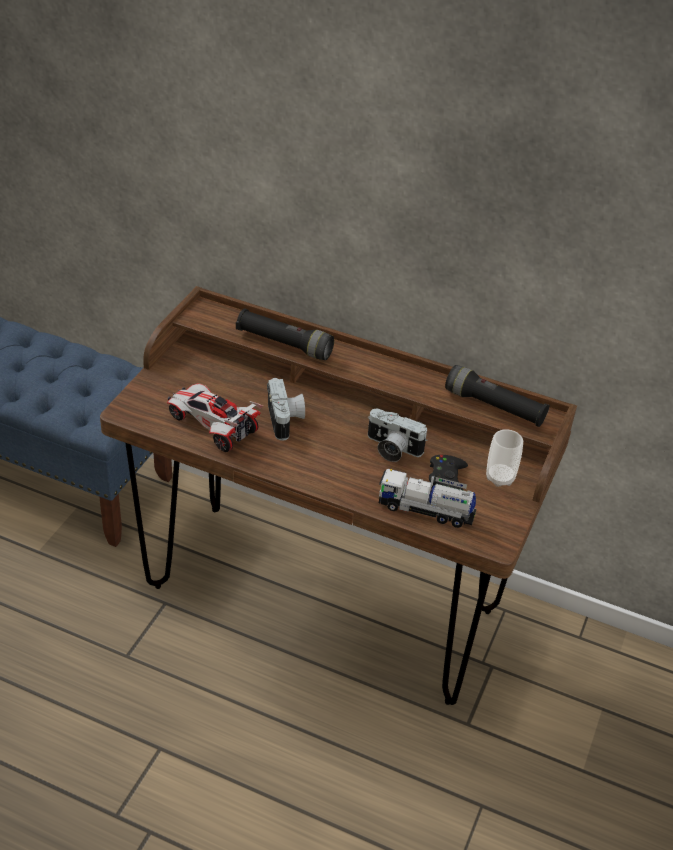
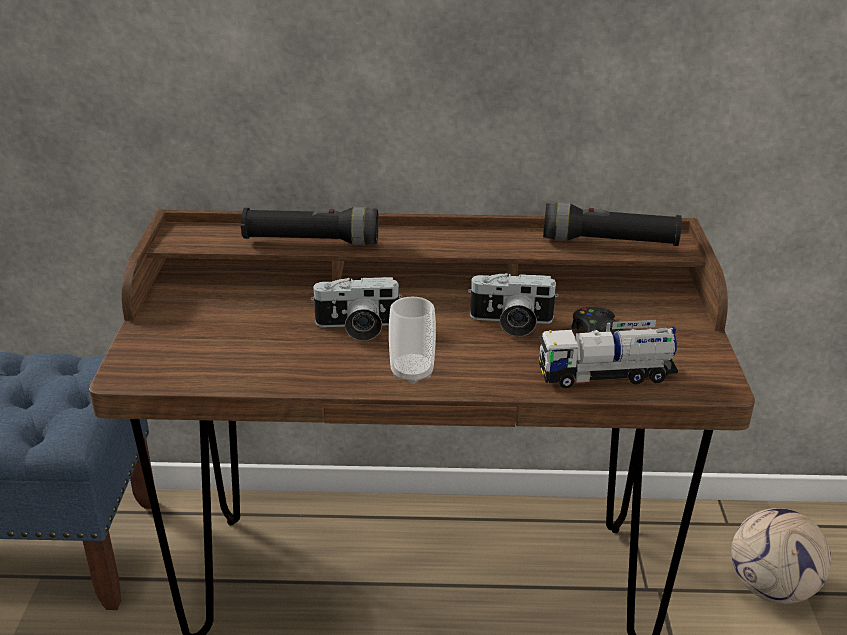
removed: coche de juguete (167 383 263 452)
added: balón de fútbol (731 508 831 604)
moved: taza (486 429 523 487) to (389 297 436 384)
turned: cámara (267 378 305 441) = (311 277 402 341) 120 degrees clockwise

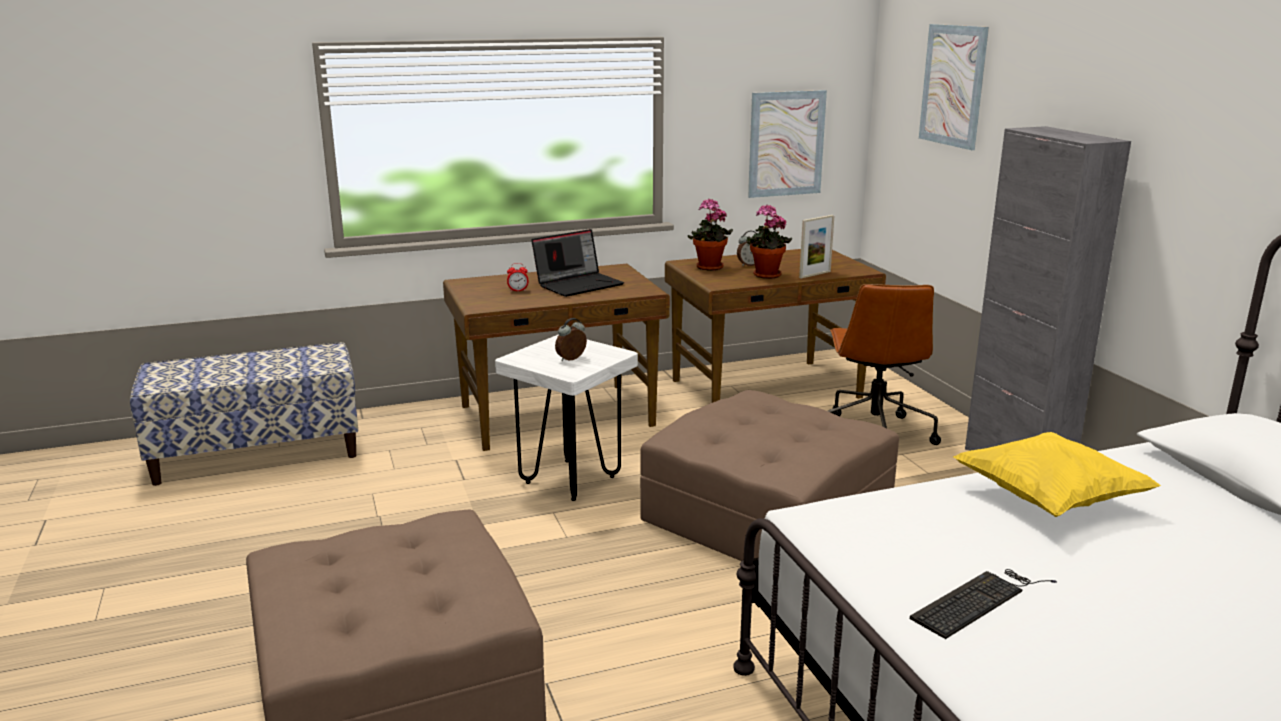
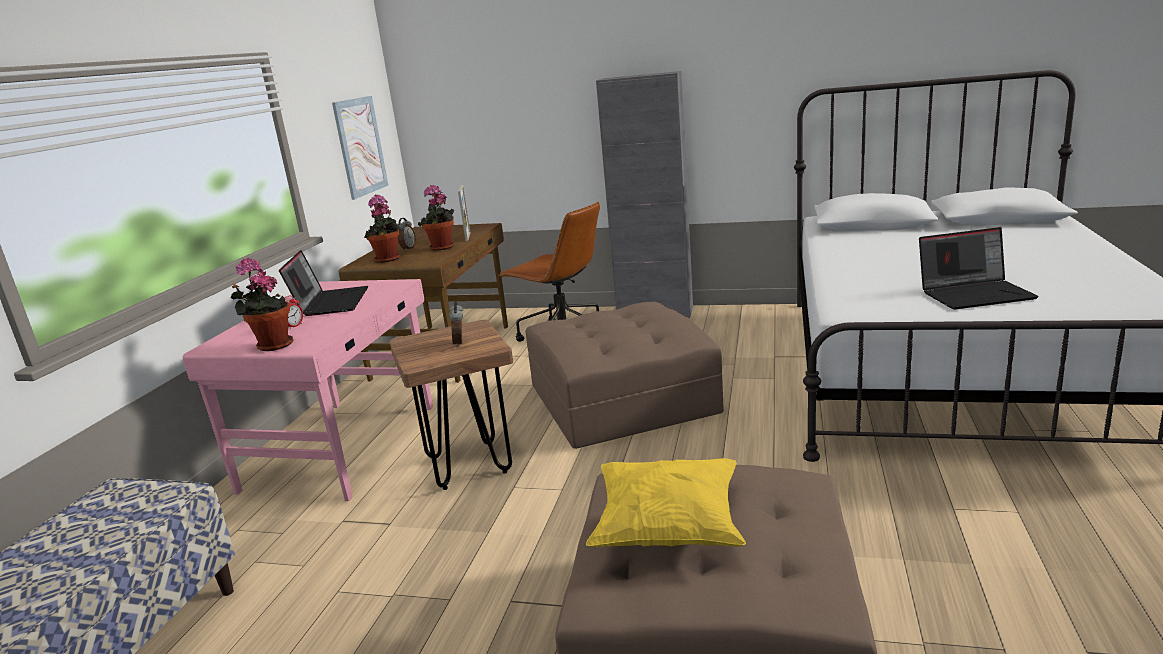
removed: cuadro (919 24 989 150)
added: planta en maceta (230 258 293 351)
moved: cojín (amarillo) (953 432 1161 517) to (586 458 746 547)
replaced: teclado (910 569 1057 639) to portátil (919 227 1039 310)
recoloured: escritorio (marrón) (443 264 670 451) to escritorio (rosa) (183 279 433 501); taburete (blanco) (495 334 638 501) to taburete (marrón) (390 319 513 490)

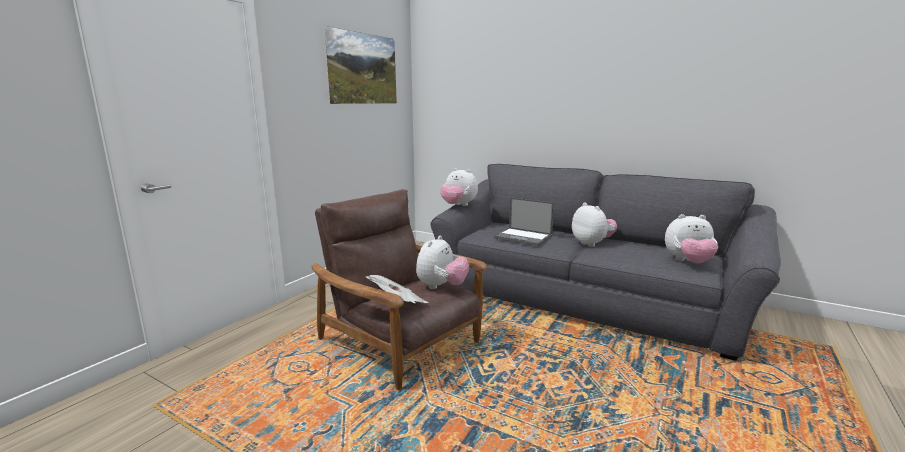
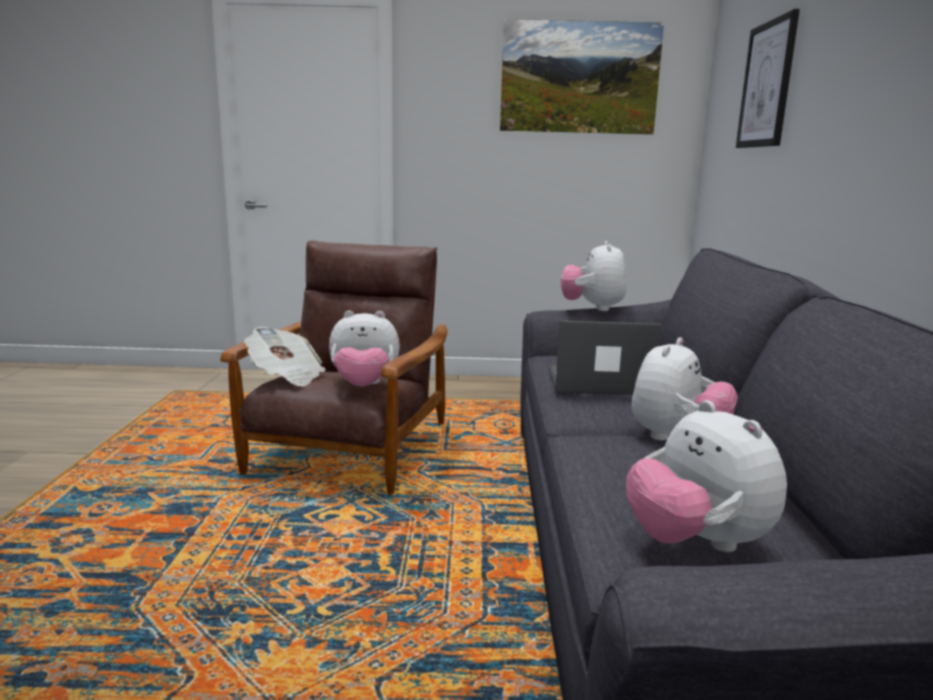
added: cuadro (736 9 800 148)
turned: portátil (494 197 554 246) = (549 321 662 395) 90 degrees clockwise

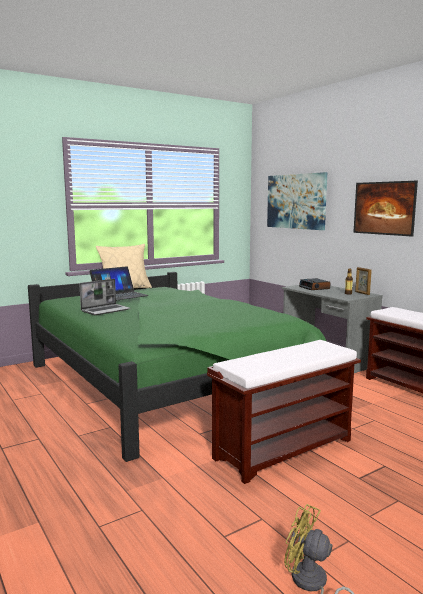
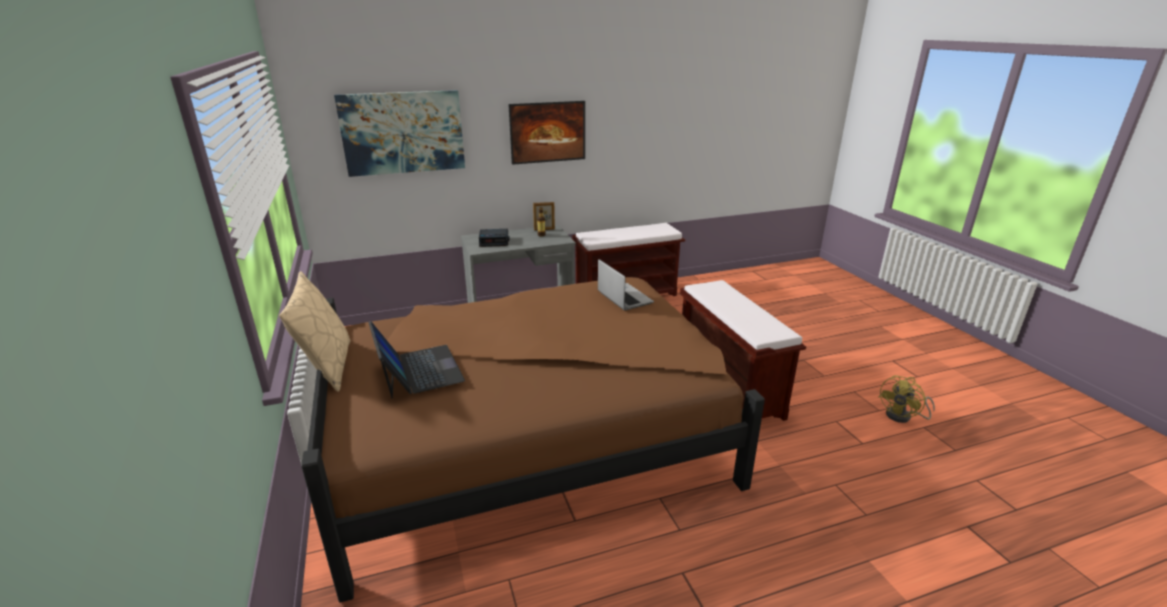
moved: portátil (79 279 130 315) to (598 259 654 311)
recoloured: cama (verde) (28 272 326 462) to cama (marrón) (301 277 765 603)

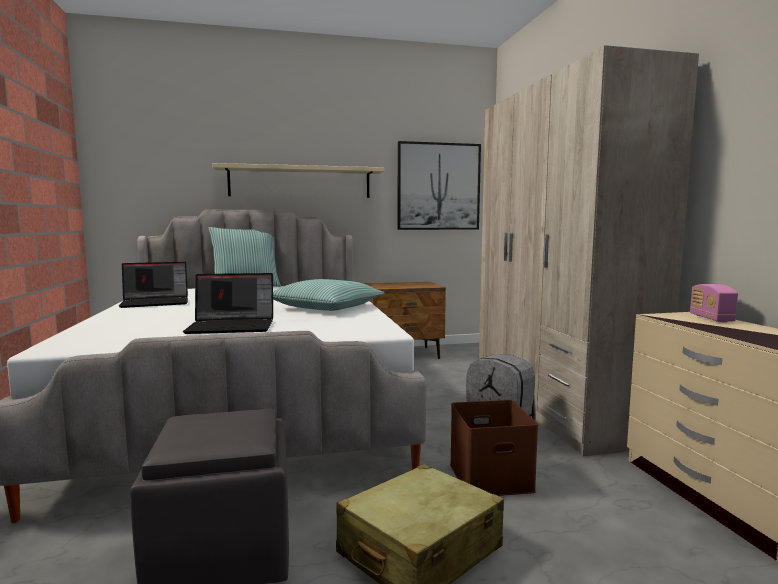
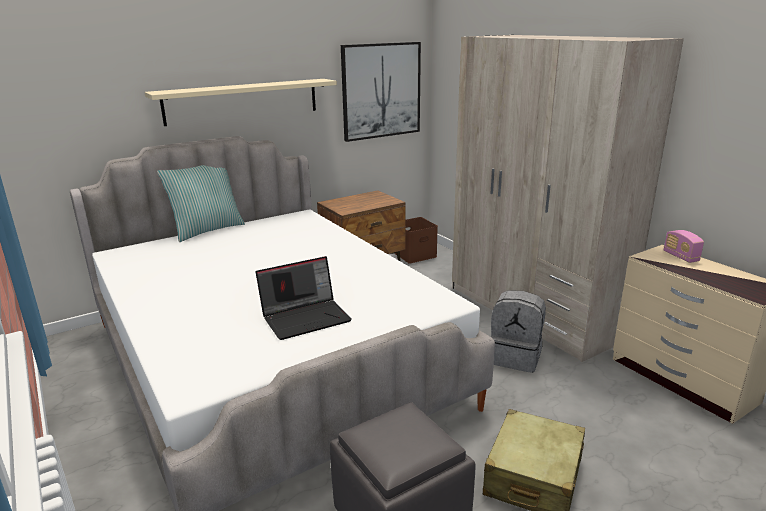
removed: portátil (119 262 188 308); cojín (273 279 384 311)
moved: caja de almacenaje (marrón) (450 400 538 496) to (394 217 438 264)

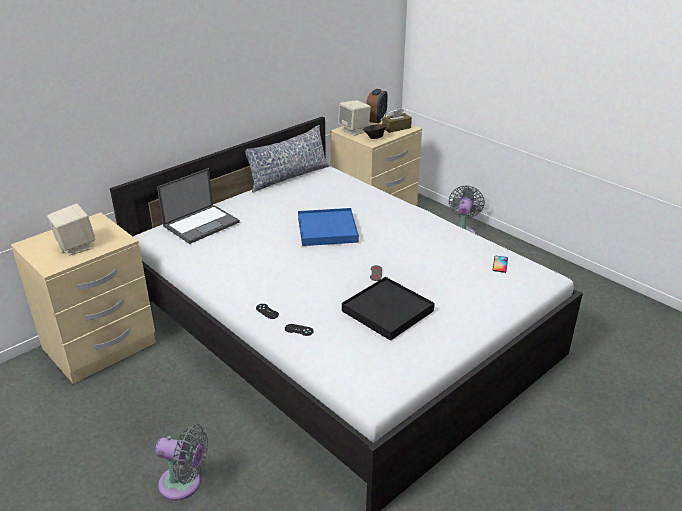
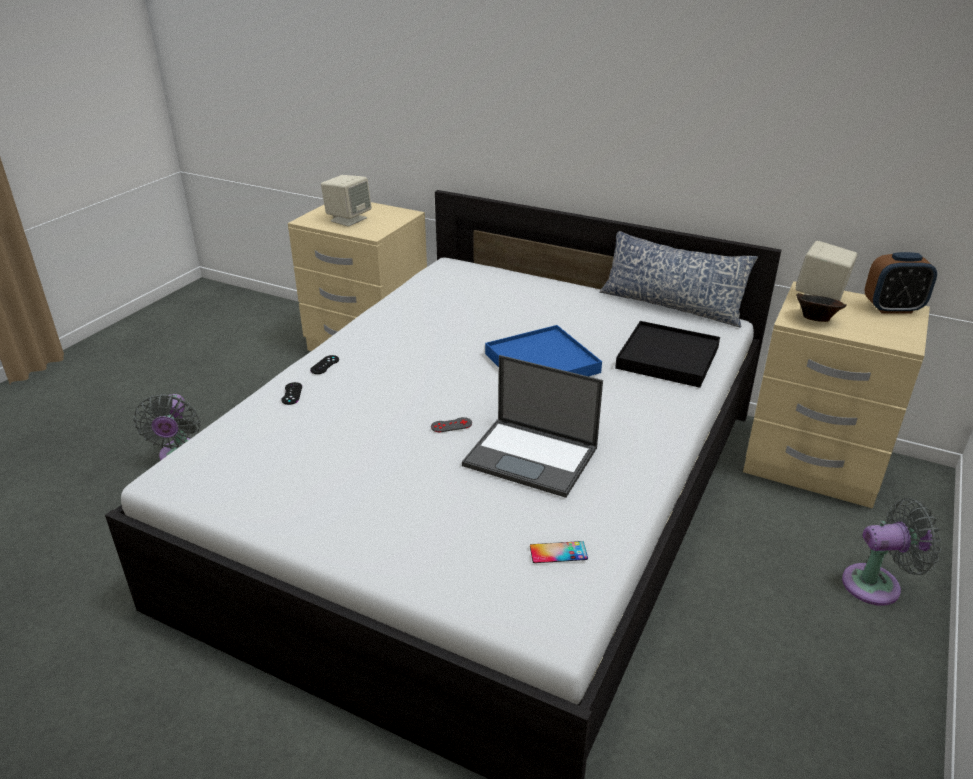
removed: caja de pañuelos (marrón) (382 107 412 133)
moved: portátil (157 168 240 244) to (462 355 603 498); bandeja (negro) (342 277 435 341) to (615 321 720 388)

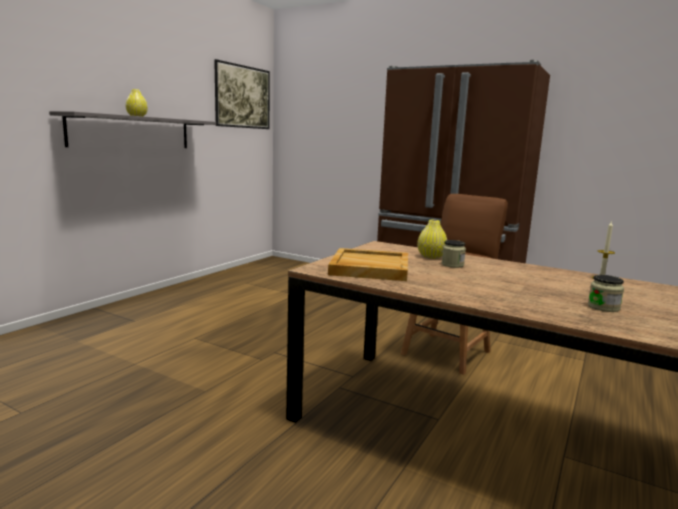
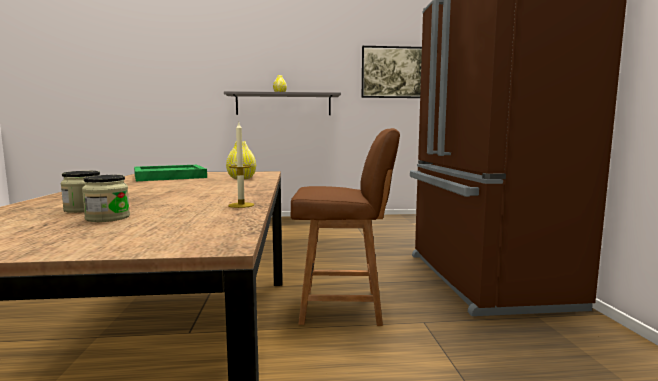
moved: tarro (442 240 466 268) to (82 175 130 222)
recoloured: bandeja (beis) (328 248 408 281) to bandeja (verde) (134 165 207 181)

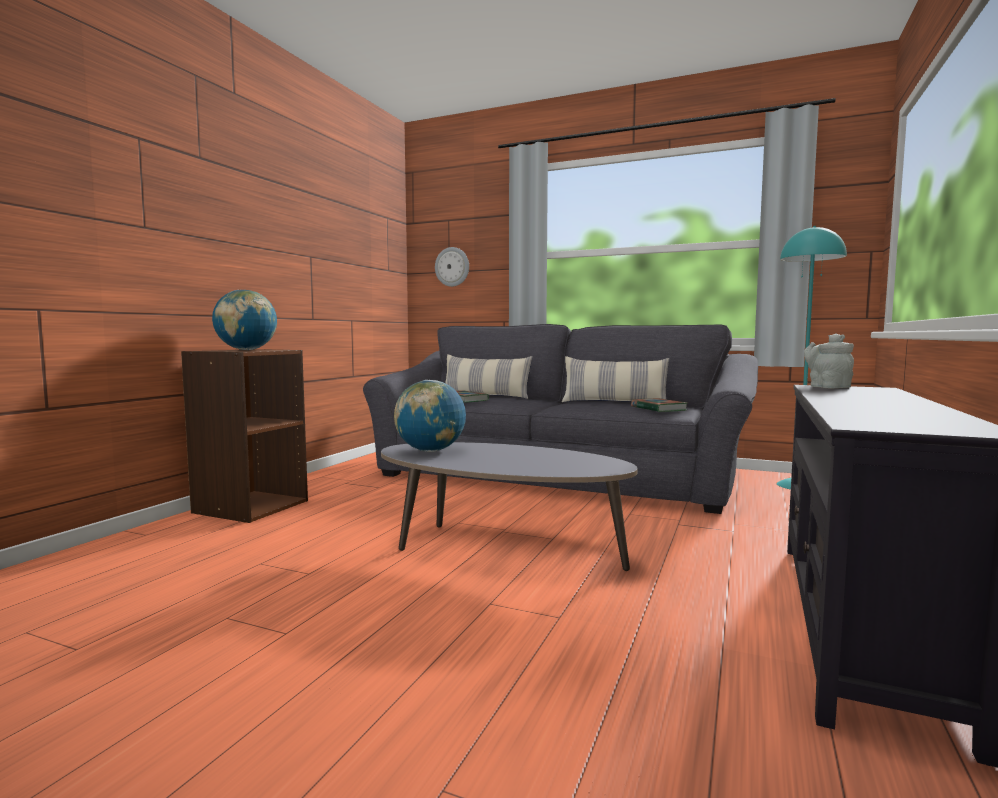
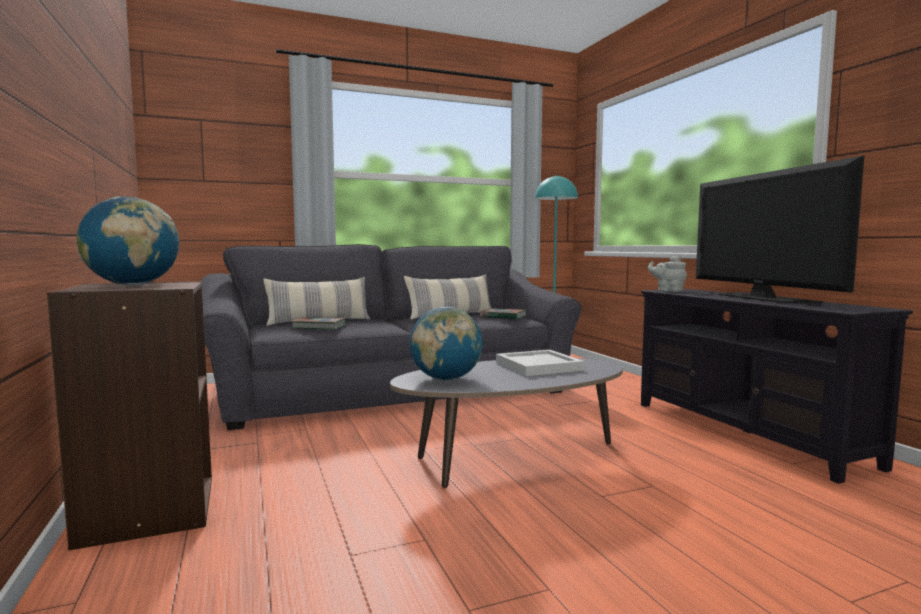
removed: reloj de pared (435 247 469 287)
added: bandeja (blanco) (496 350 584 376); televisor (696 156 864 303)

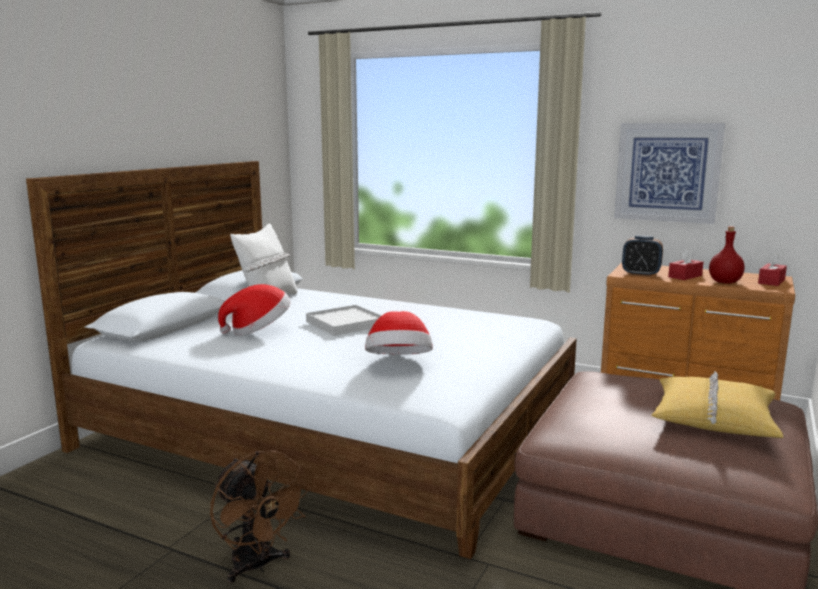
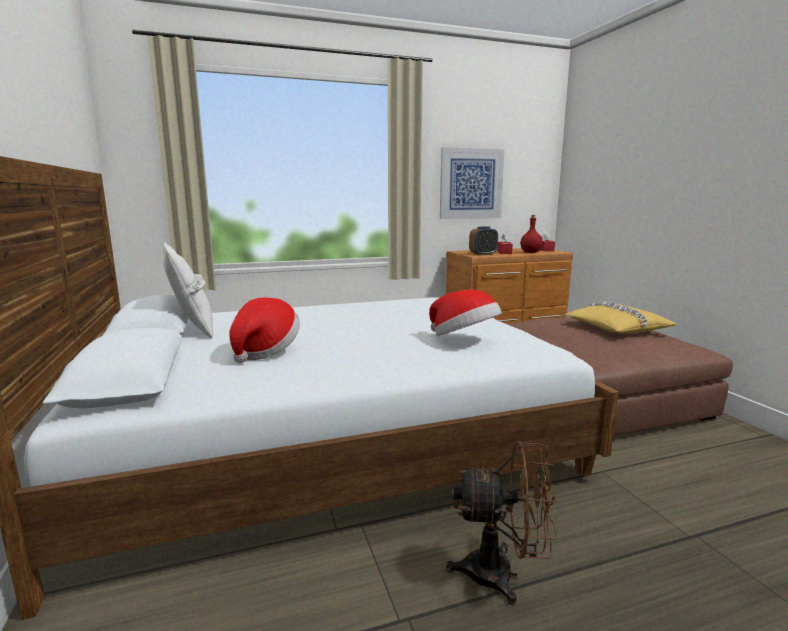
removed: bandeja (blanco) (306 305 382 336)

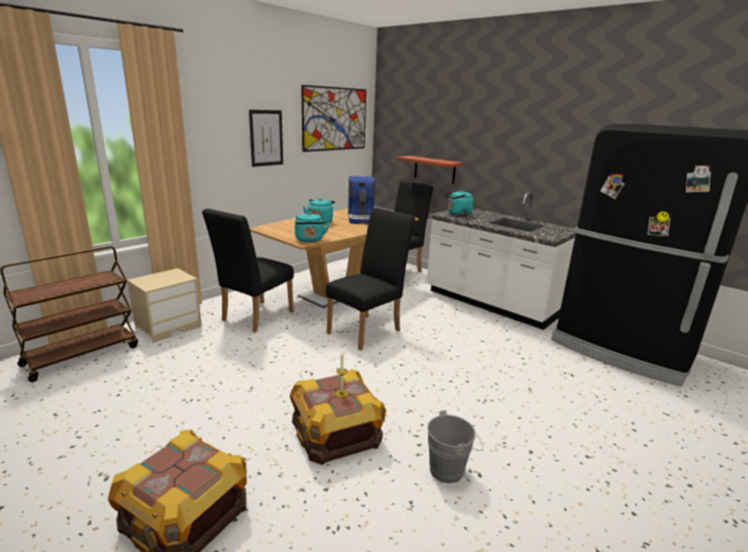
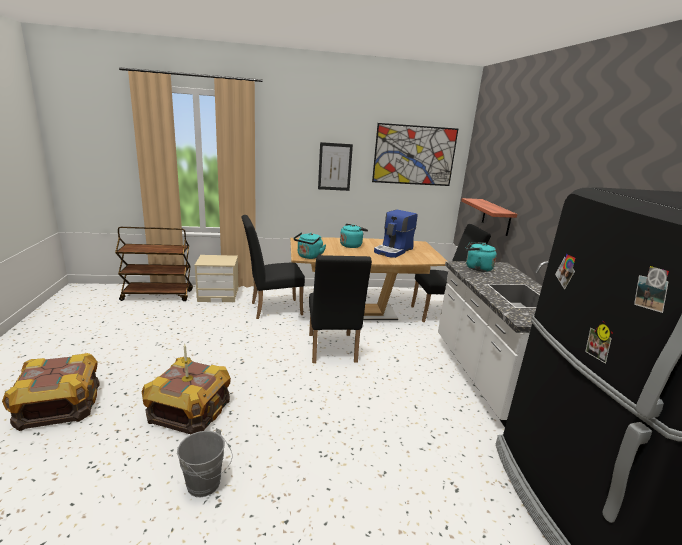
turned: silla (negro) (326 207 415 350) = (309 255 372 363) 90 degrees clockwise

